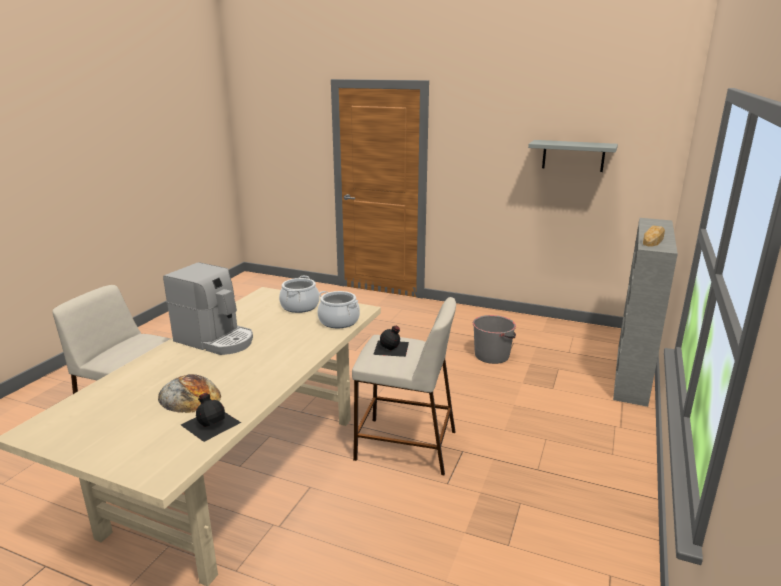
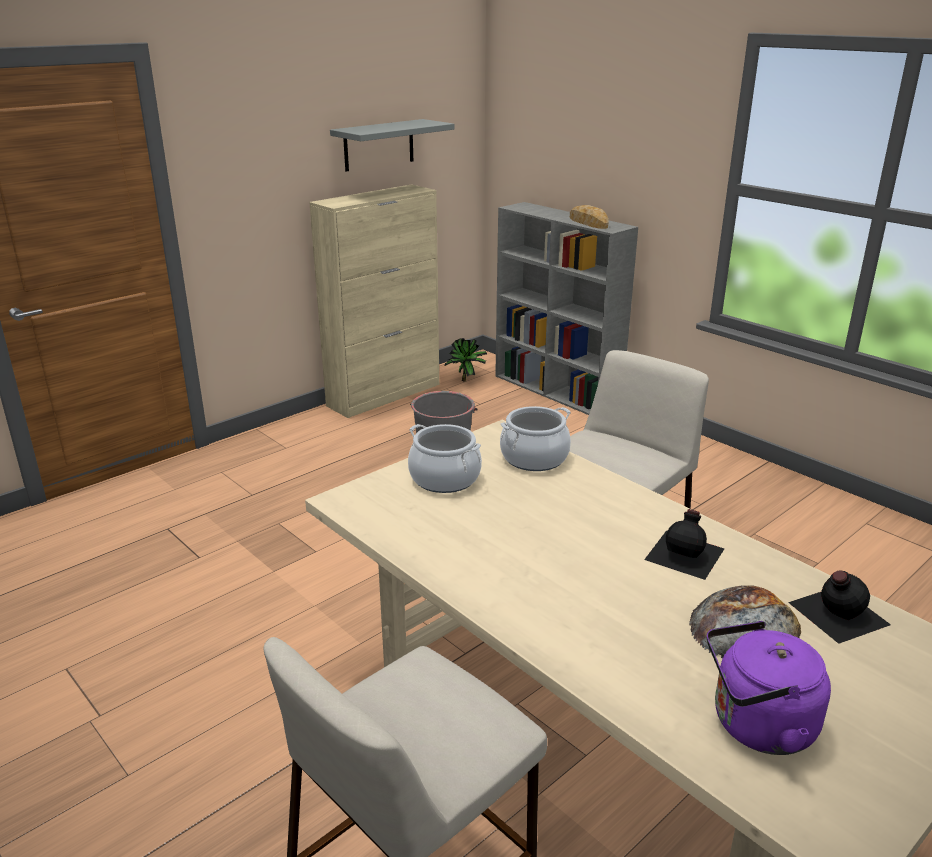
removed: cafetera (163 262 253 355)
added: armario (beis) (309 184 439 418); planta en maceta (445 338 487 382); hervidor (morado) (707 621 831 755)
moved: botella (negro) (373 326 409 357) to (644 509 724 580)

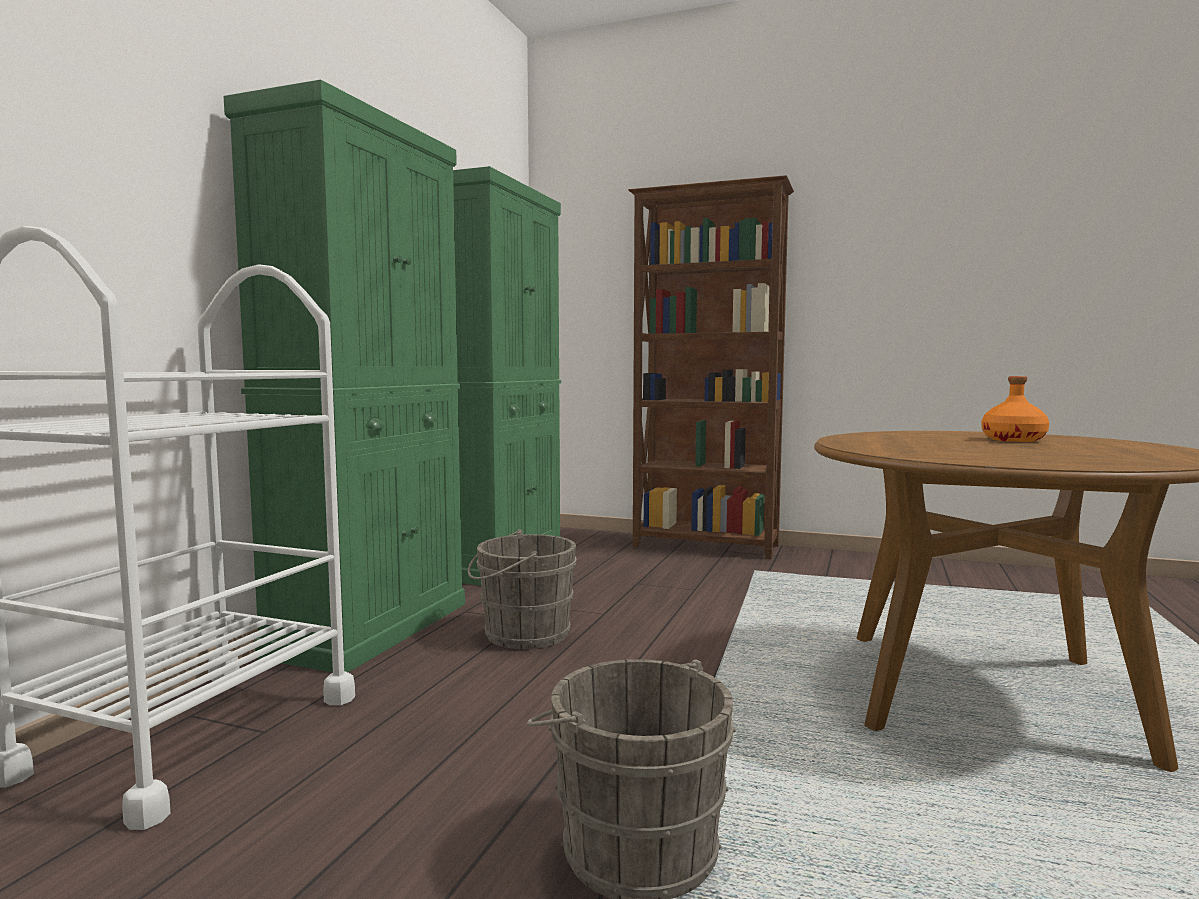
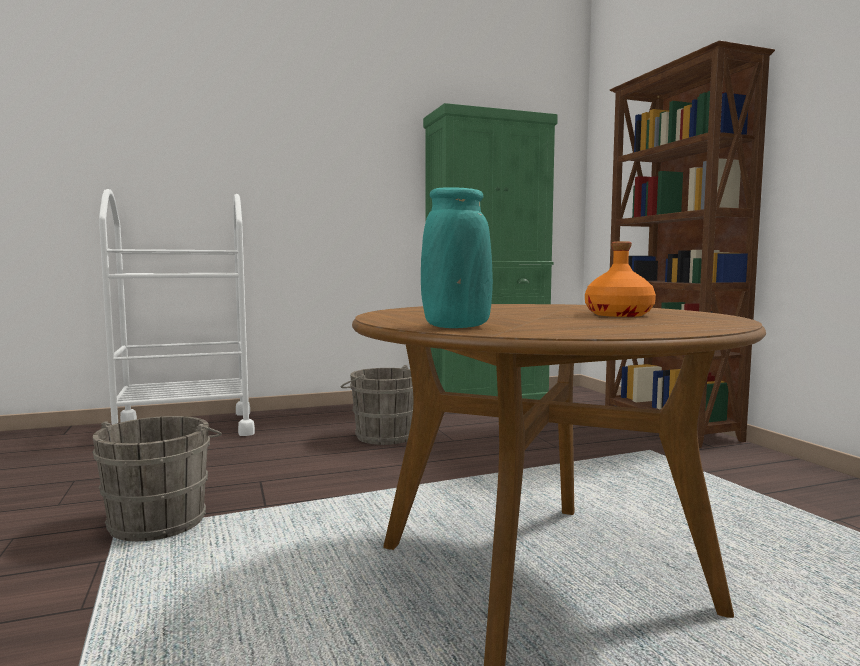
removed: armario (verde) (224 79 465 672)
added: florero (turquesa) (421 187 493 328)

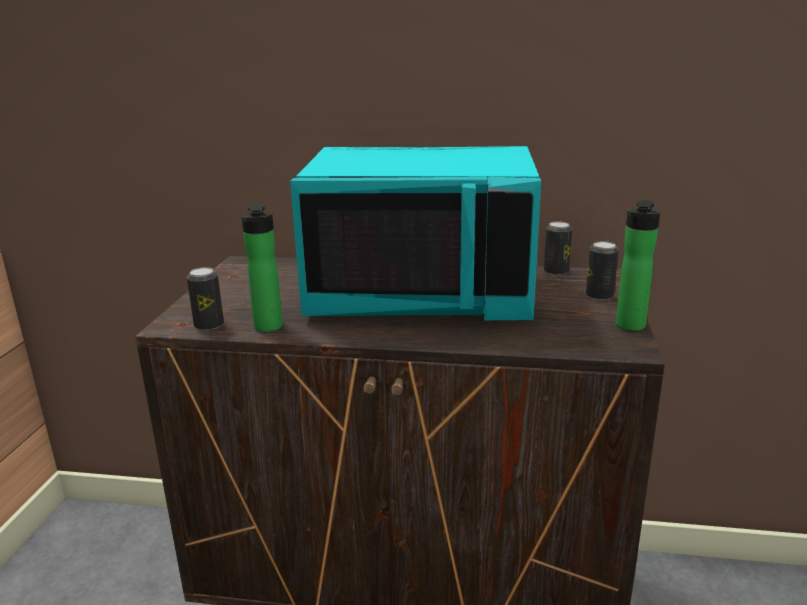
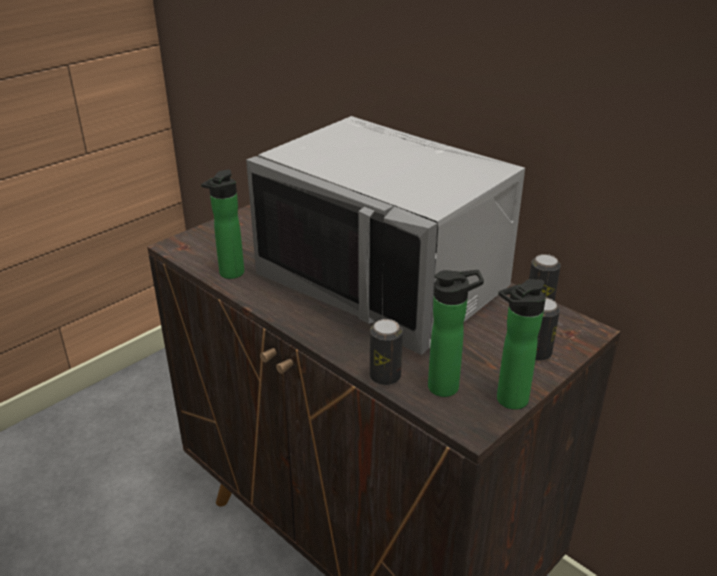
added: botella (428 270 484 397)
moved: lata (187 267 224 331) to (370 319 403 385)
recoloured: microondas (turquesa) (290 146 541 320) to microondas (gris) (246 116 525 355)

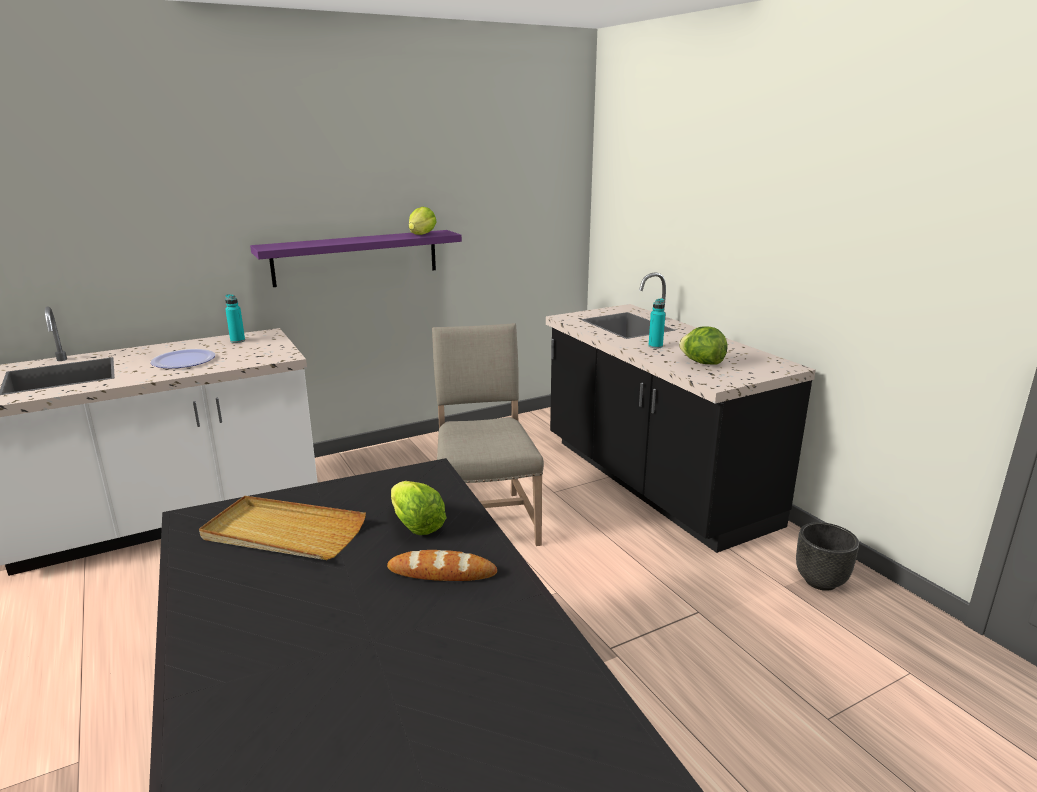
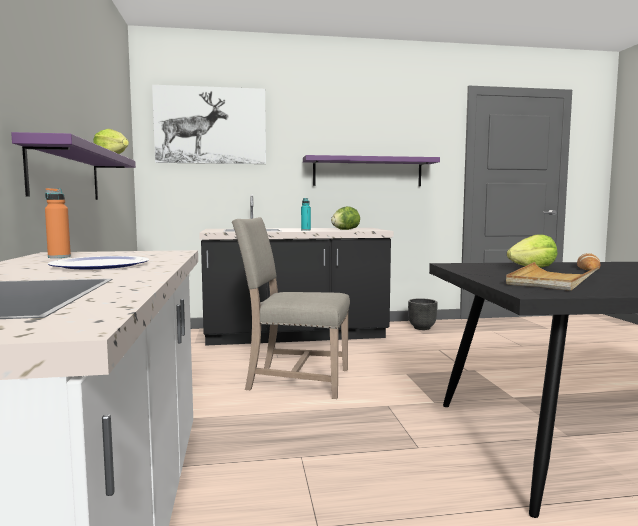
added: cuadro (152 85 266 164); estante (morado) (303 155 440 186)
recoloured: botella (turquesa) (225 294 245 343) to botella (naranja) (45 188 71 258)

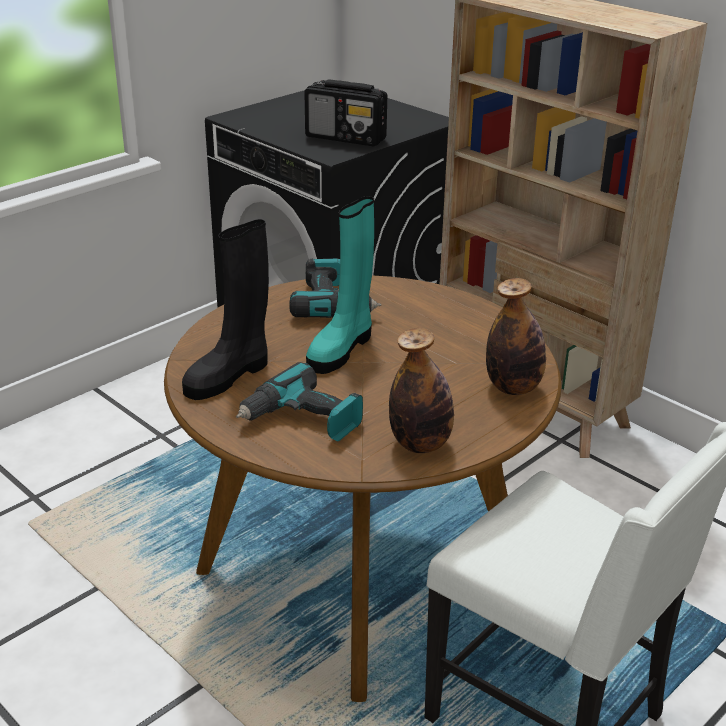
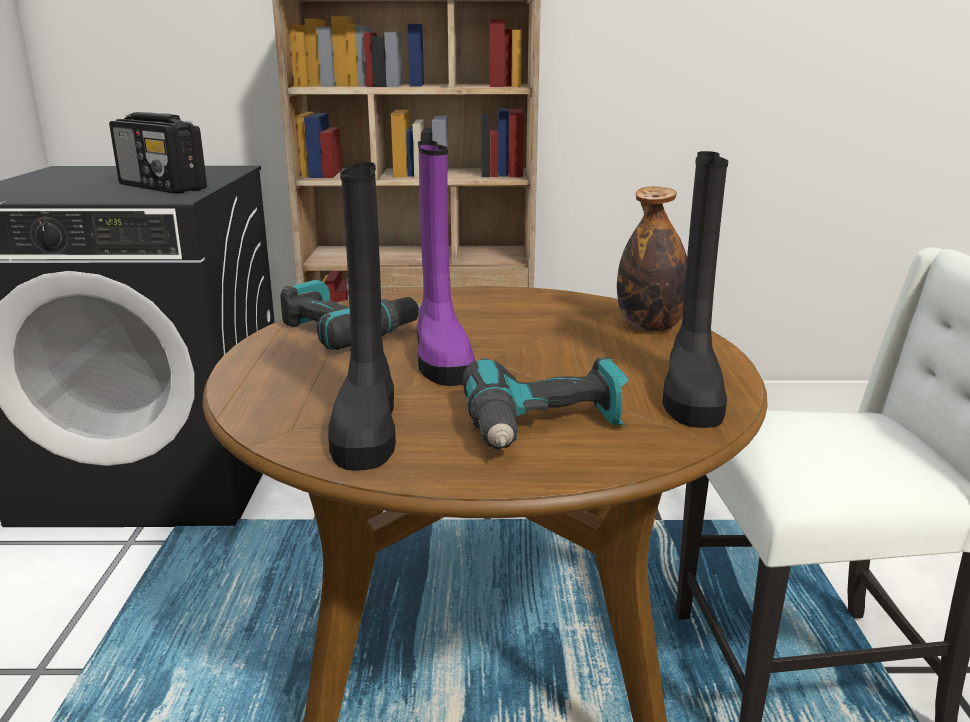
replaced: botella (389 328 454 453) to bota (negro) (662 151 728 428)
recoloured: bota (turquesa) (306 196 374 374) to bota (morado) (417 140 475 386)
turned: radio (304 79 387 146) = (109 112 207 194) 60 degrees clockwise

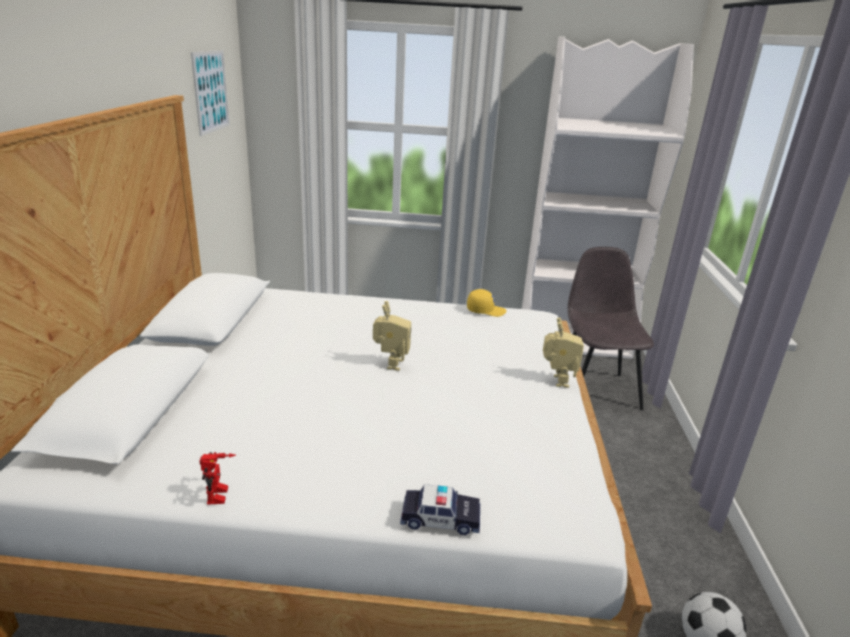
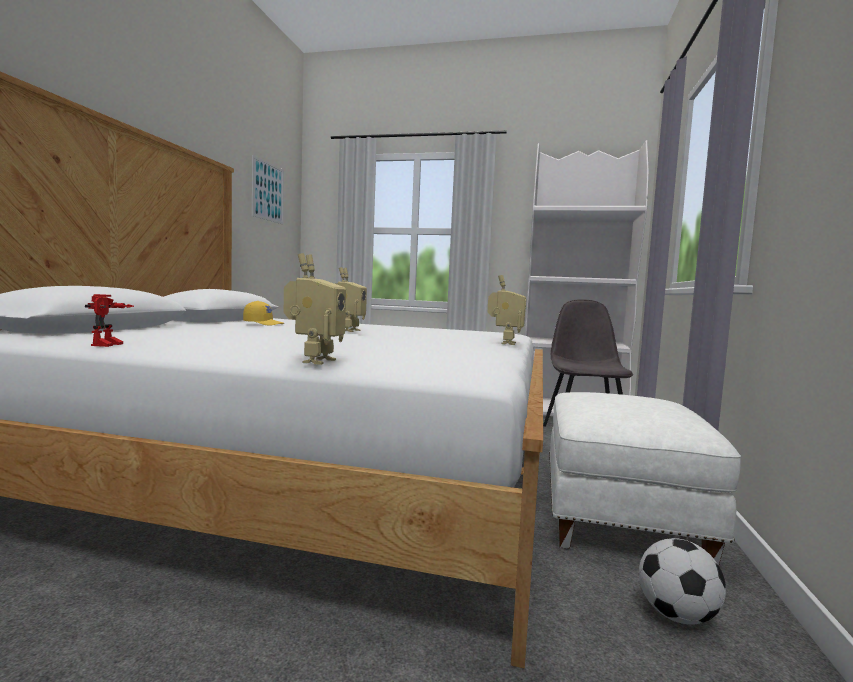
added: puf (blanco) (549 392 741 565)
moved: gorra (amarillo) (467 289 507 317) to (243 301 284 326)
replaced: coche de juguete (400 484 480 535) to robot de juguete (284 253 346 365)

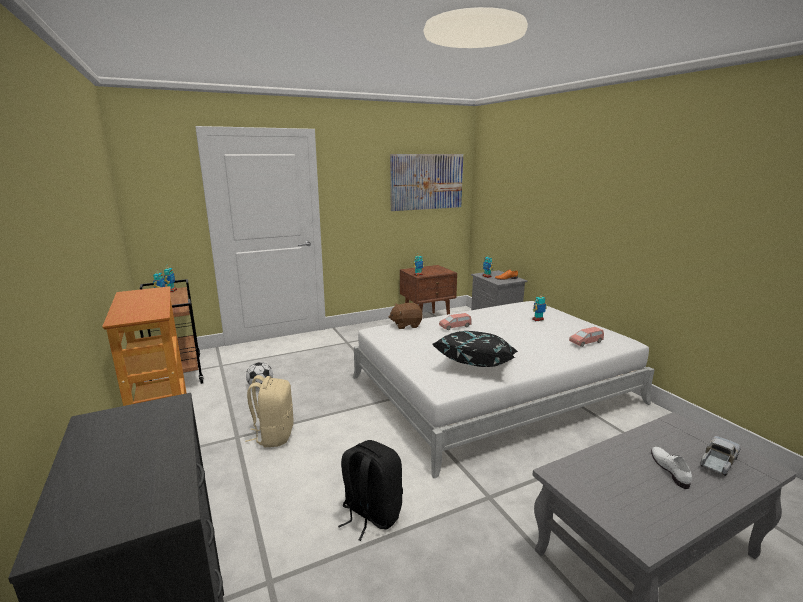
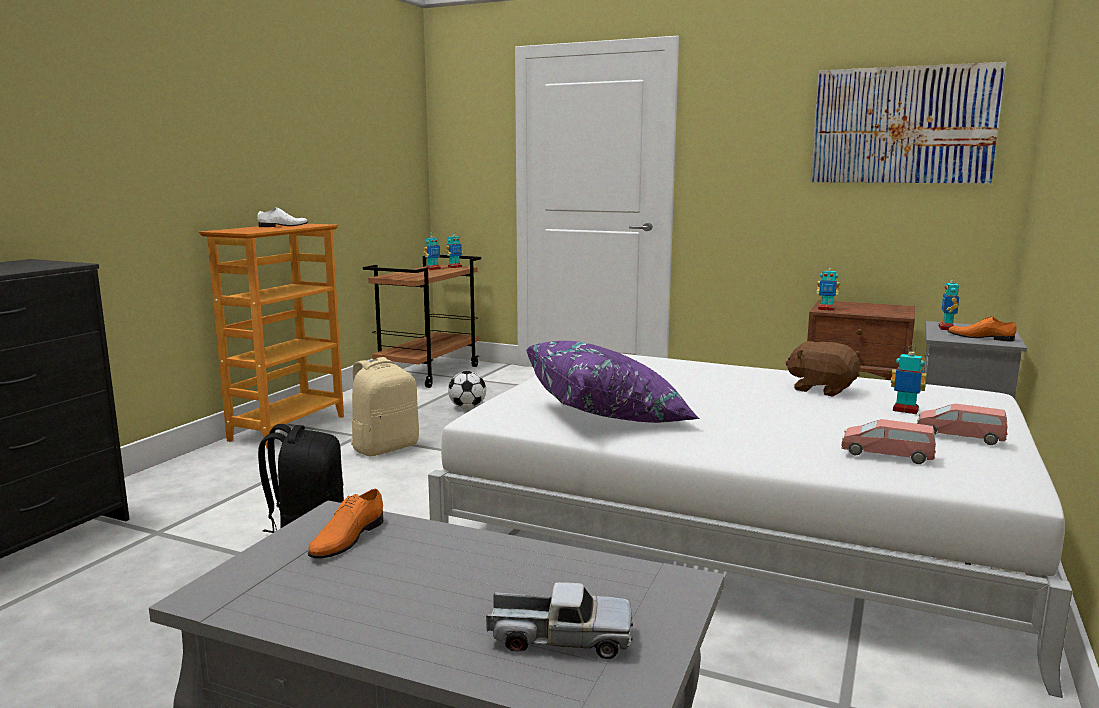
added: zapato (naranja) (308 489 383 559)
moved: peluche (marrón) (389 303 423 329) to (785 341 860 396); coche de juguete (rosa) (439 313 471 330) to (917 403 1007 445); zapato (blanco) (651 447 692 489) to (257 207 308 227)
recoloured: cojín (negro) (433 331 518 367) to cojín (morado) (526 341 700 423)

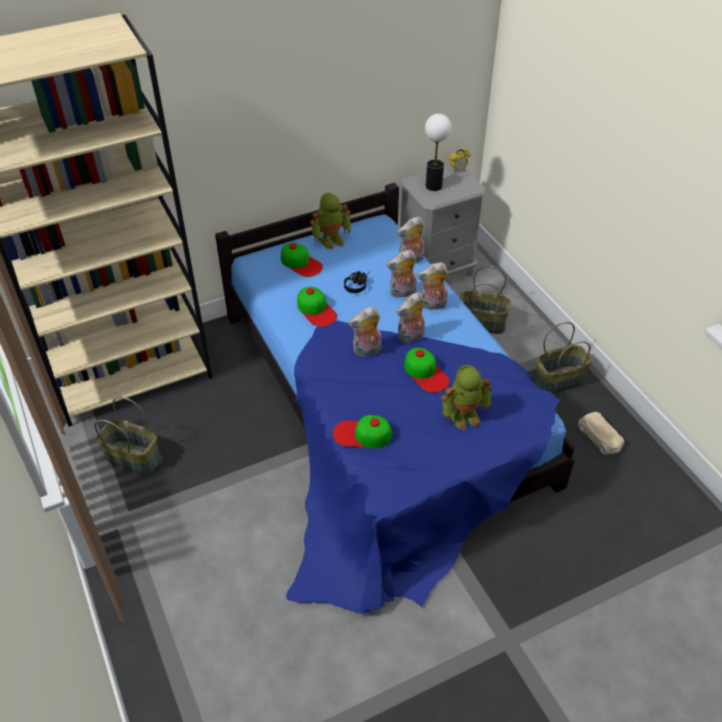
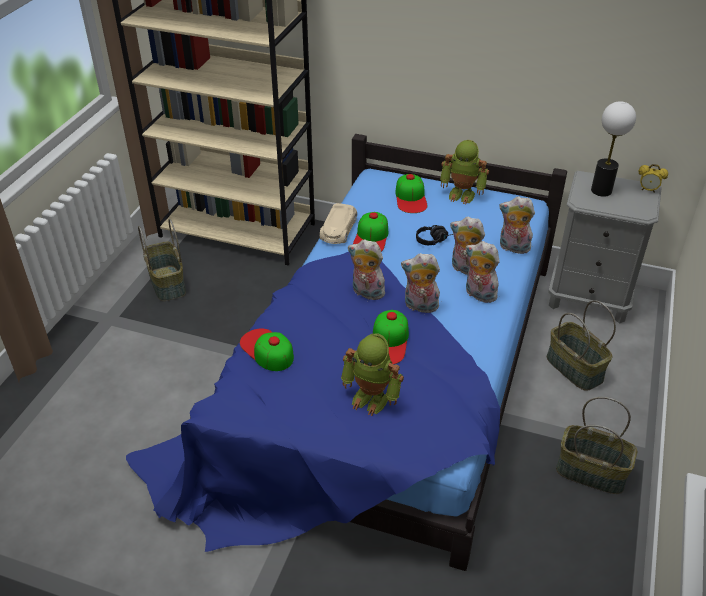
moved: coche de juguete (beis) (578 412 624 455) to (320 203 357 244)

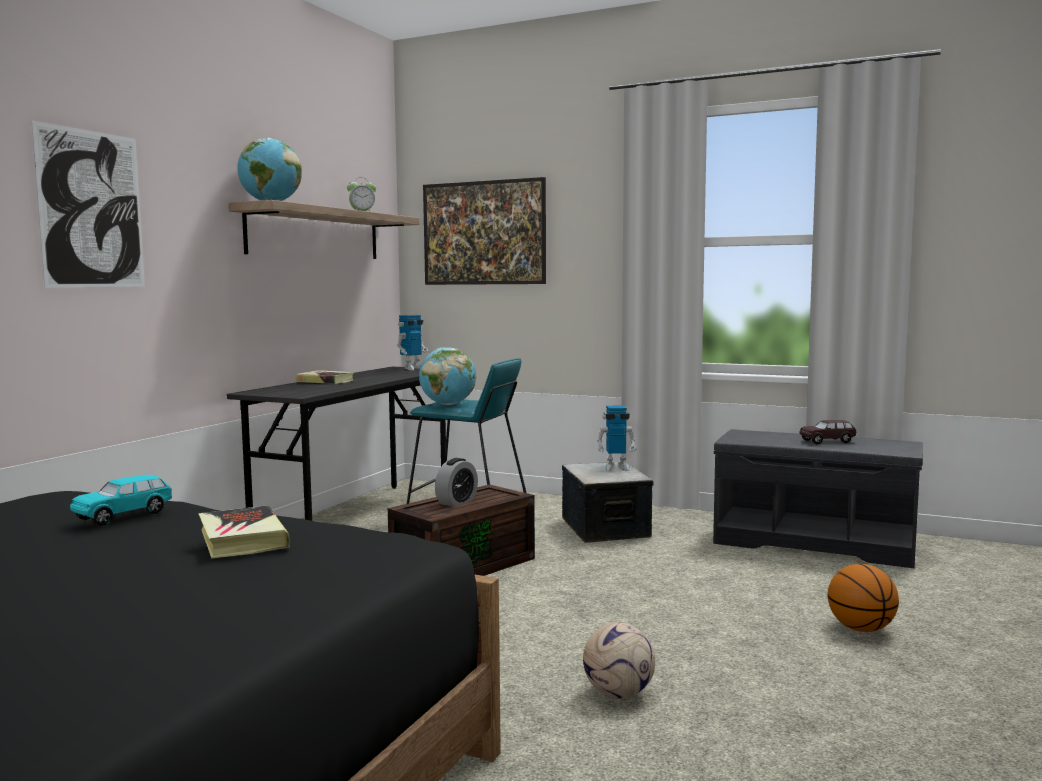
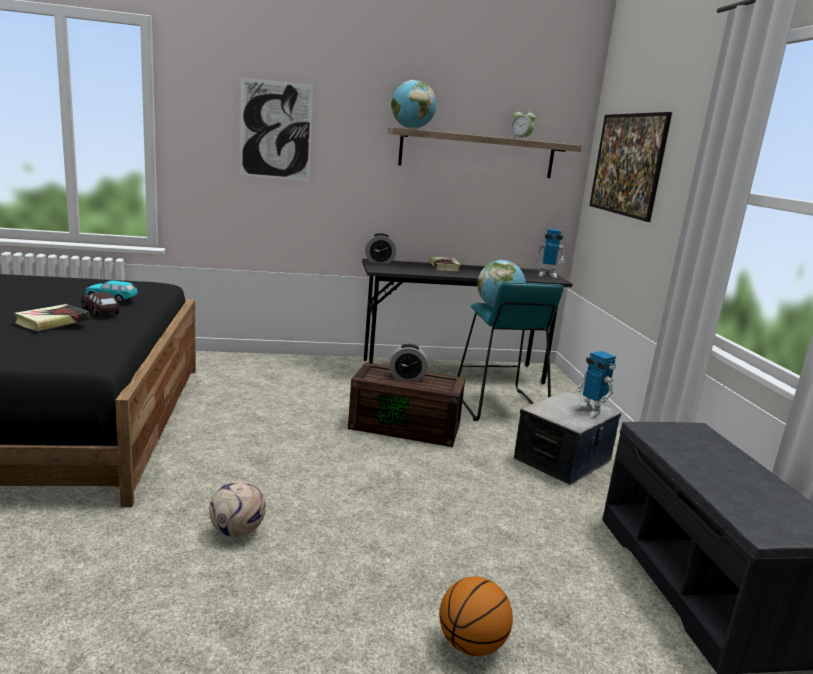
added: despertador (365 233 396 264)
moved: coche de juguete (marrón) (799 420 856 444) to (82 292 120 317)

